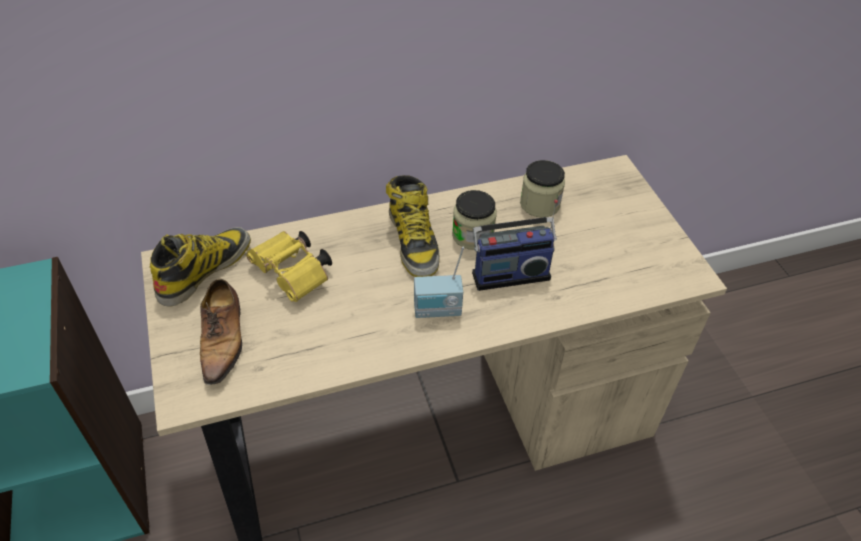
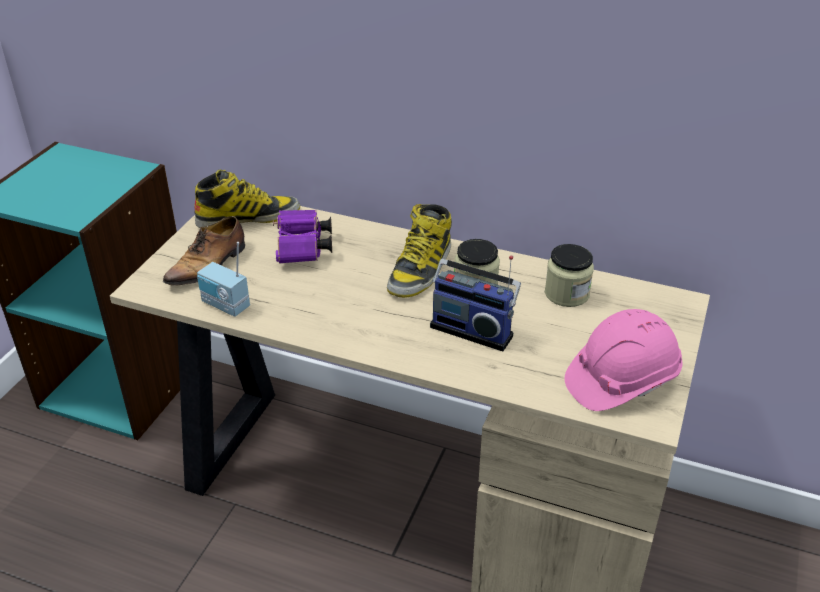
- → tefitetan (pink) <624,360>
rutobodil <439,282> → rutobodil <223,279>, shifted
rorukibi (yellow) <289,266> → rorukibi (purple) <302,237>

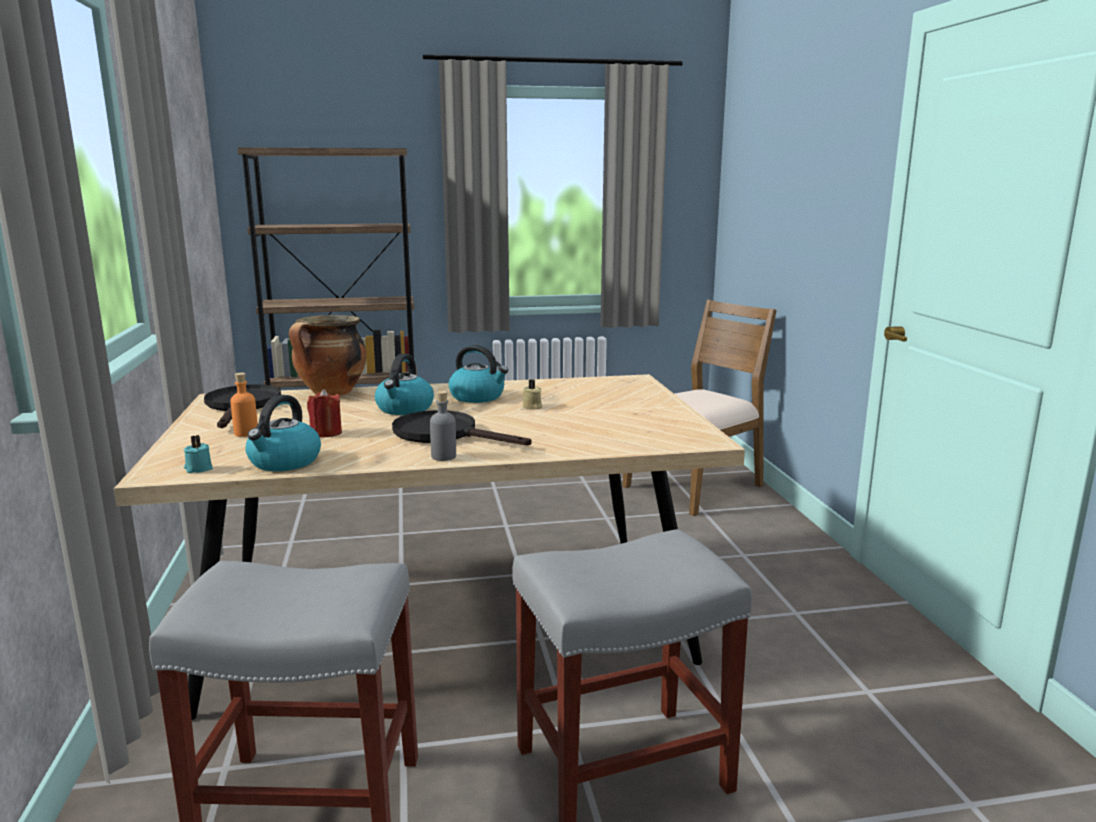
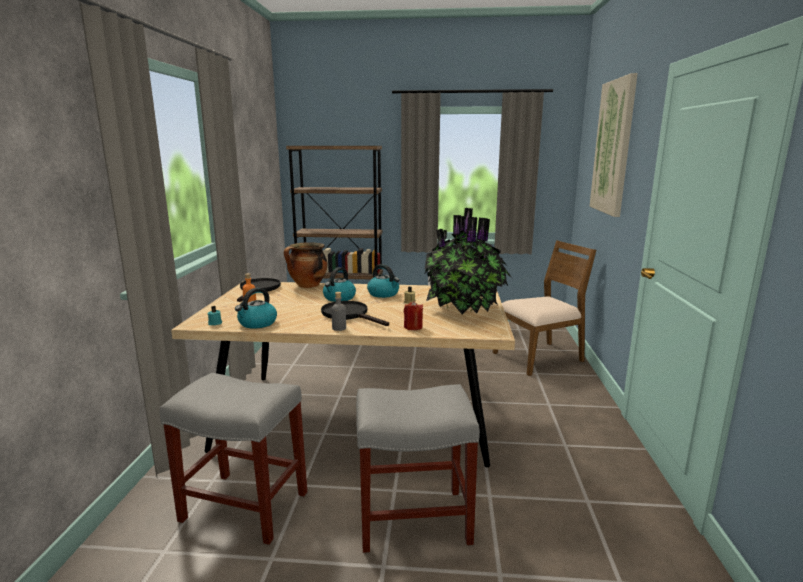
- → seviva <468,261>
- → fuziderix <613,145>
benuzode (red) <324,413> → benuzode (red) <413,315>, shifted

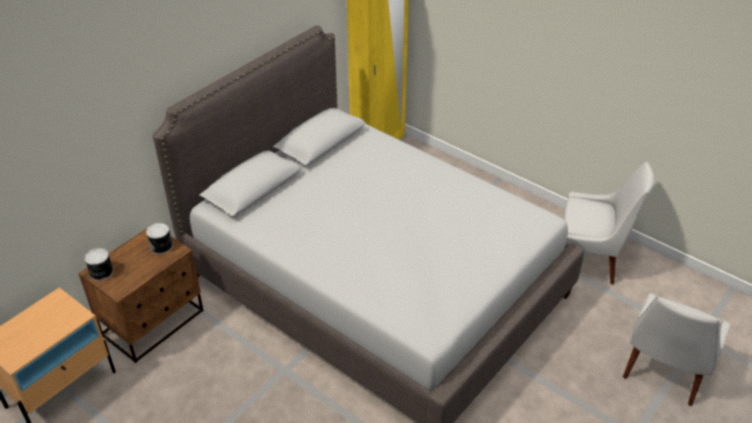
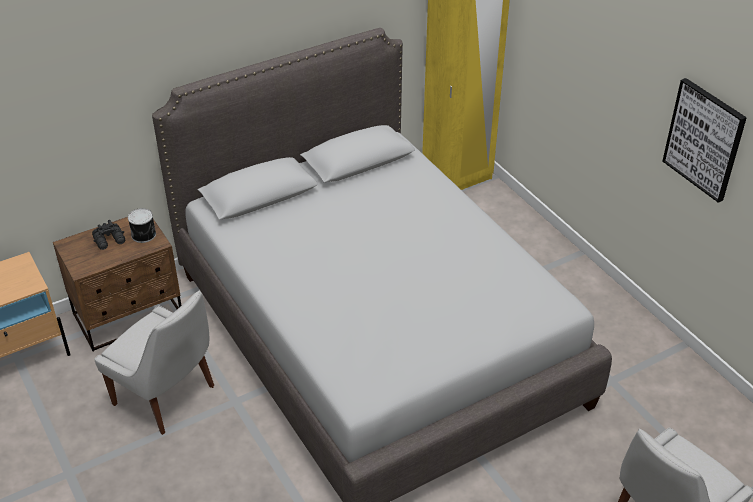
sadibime <98,264> → -
- → rorukibi (black) <108,235>
- → fuziderix <704,140>
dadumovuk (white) <609,223> → dadumovuk (white) <154,363>, shifted

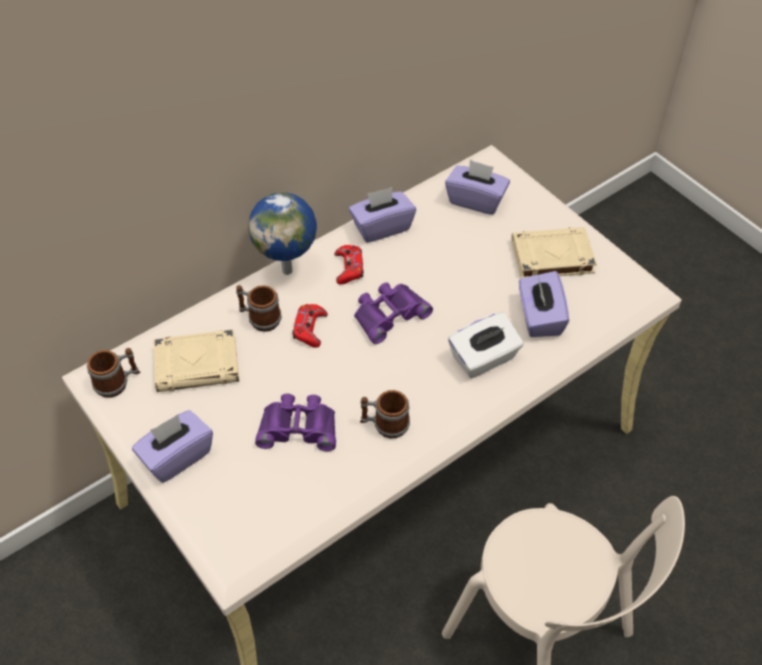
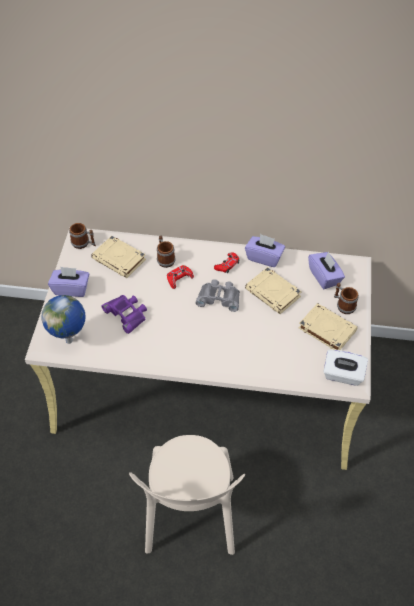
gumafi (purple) <544,304> → -
- → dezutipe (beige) <273,290>
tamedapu <282,233> → tamedapu <63,319>, shifted
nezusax <385,414> → nezusax <346,298>, shifted
gumafi (white) <485,345> → gumafi (white) <345,368>, shifted
rorukibi (purple) <393,313> → rorukibi (grey) <218,295>

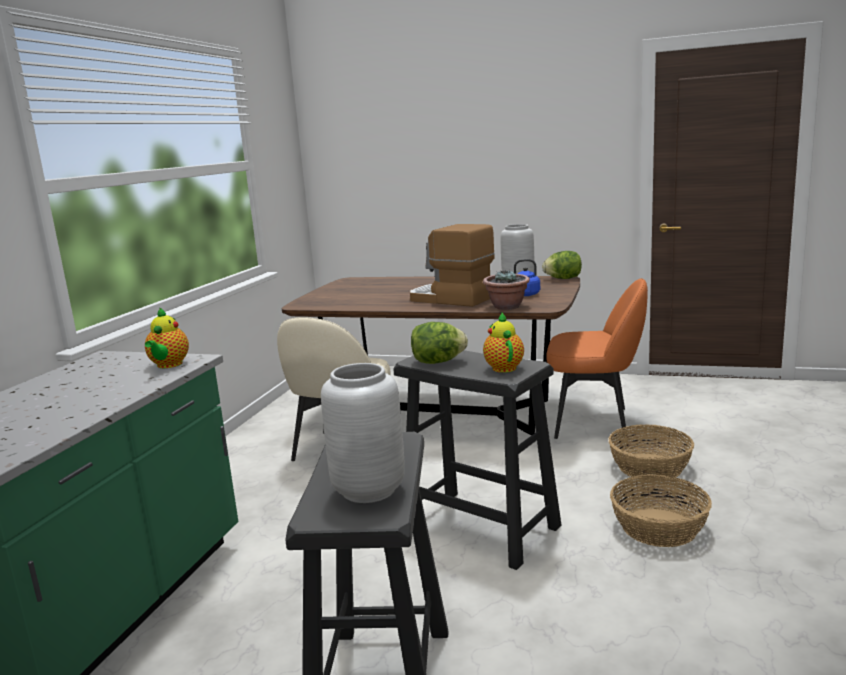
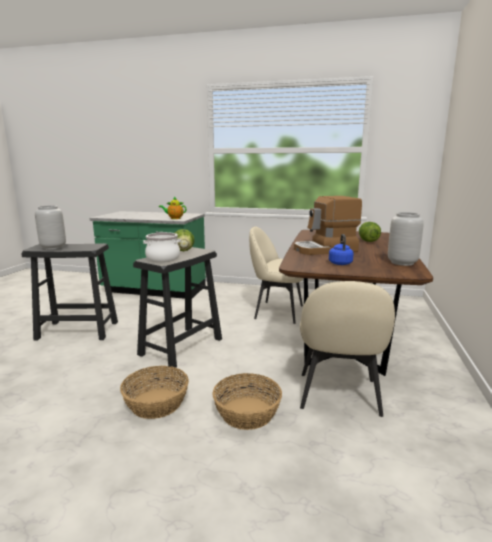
seviva <506,289> → -
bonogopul <562,265> → bonogopul <370,232>, shifted
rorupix <503,342> → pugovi <162,247>
dadumovuk (orange) <597,358> → dadumovuk (beige) <347,349>
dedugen <452,265> → dedugen <328,225>, 135 degrees counterclockwise

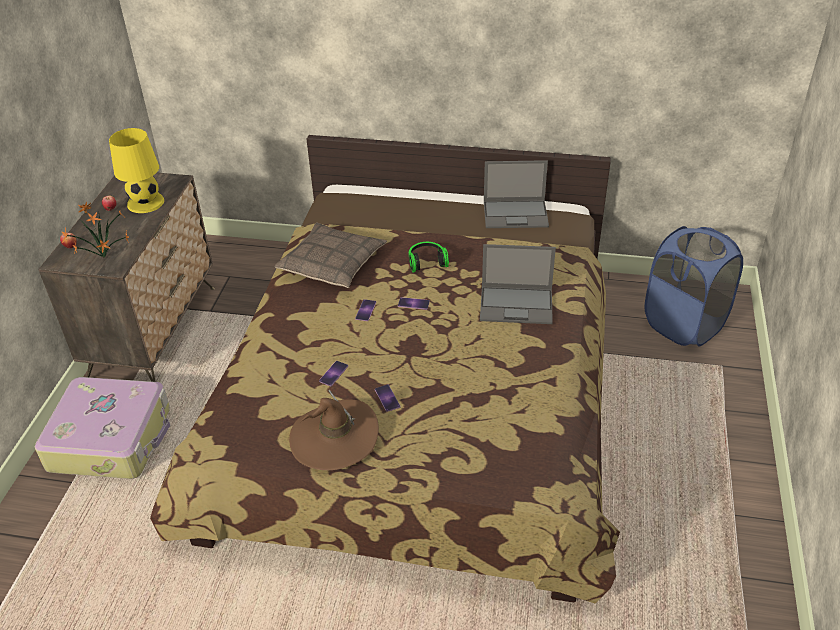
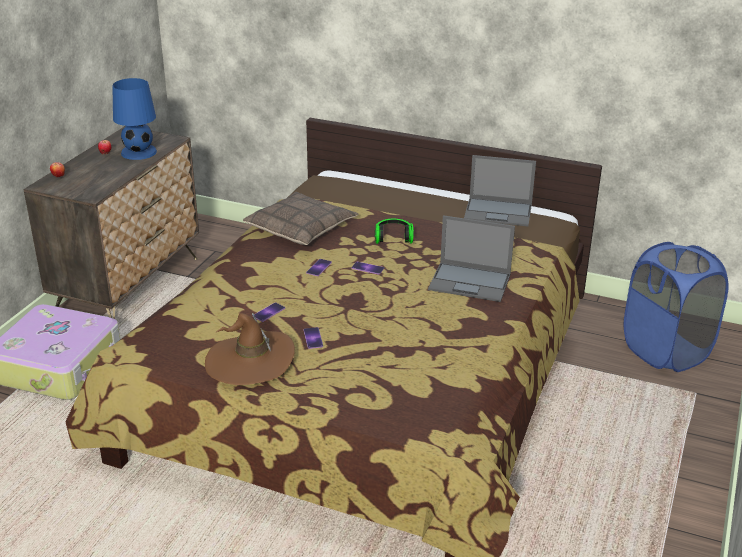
seviva <95,230> → -
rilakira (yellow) <136,170> → rilakira (blue) <134,119>

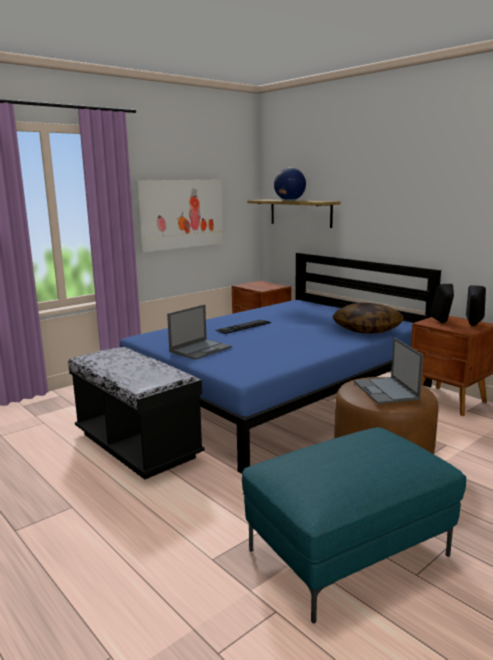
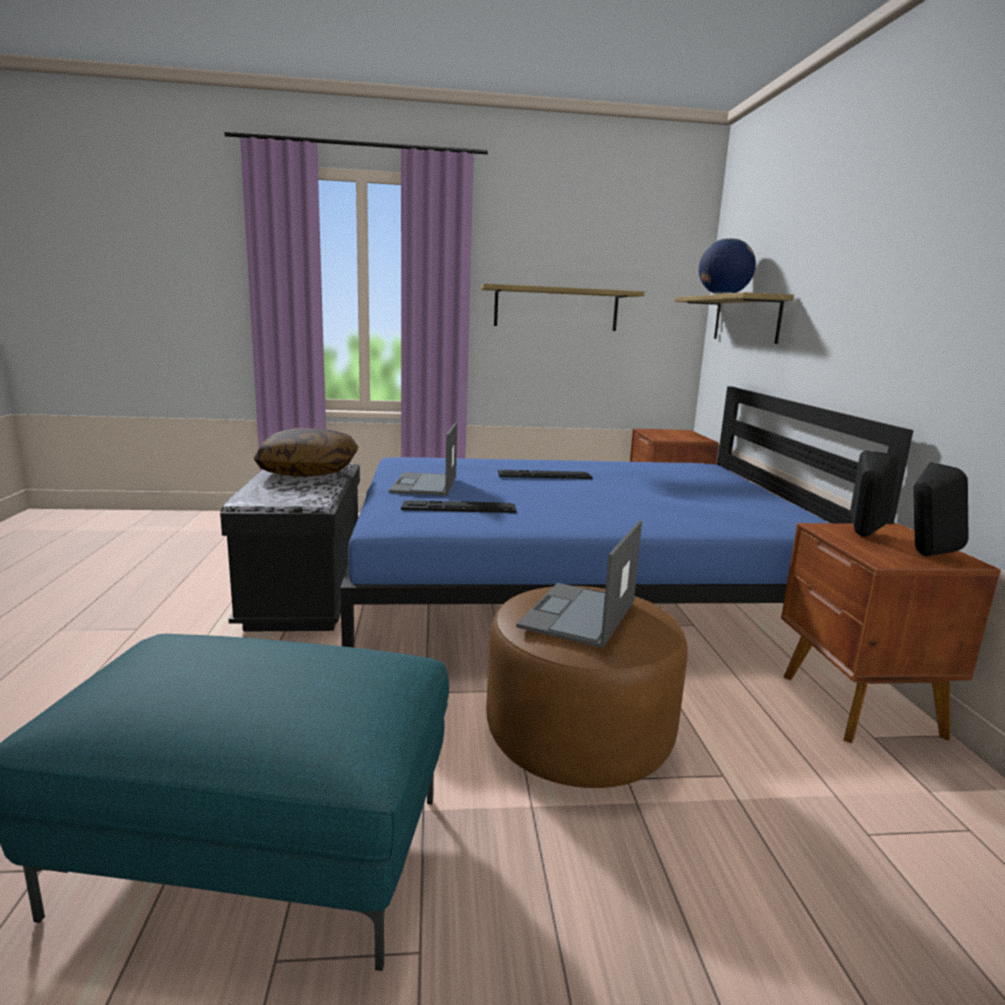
- → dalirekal <459,506>
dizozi <368,318> → dizozi <306,452>, shifted
fuziderix <179,215> → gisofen <563,307>
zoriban <199,332> → zoriban <423,459>, 105 degrees clockwise

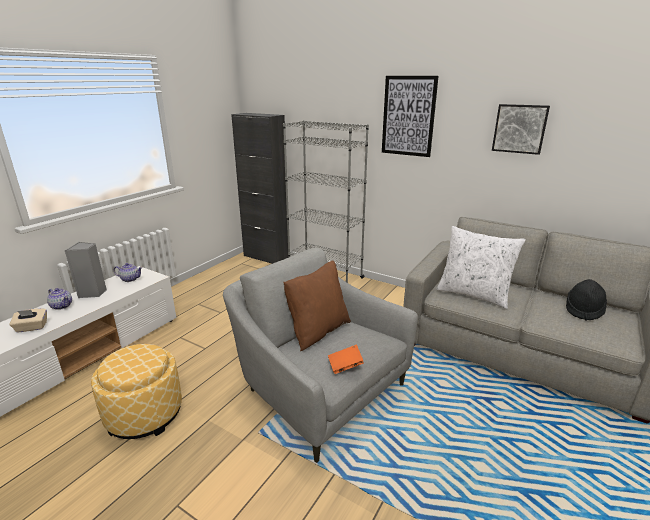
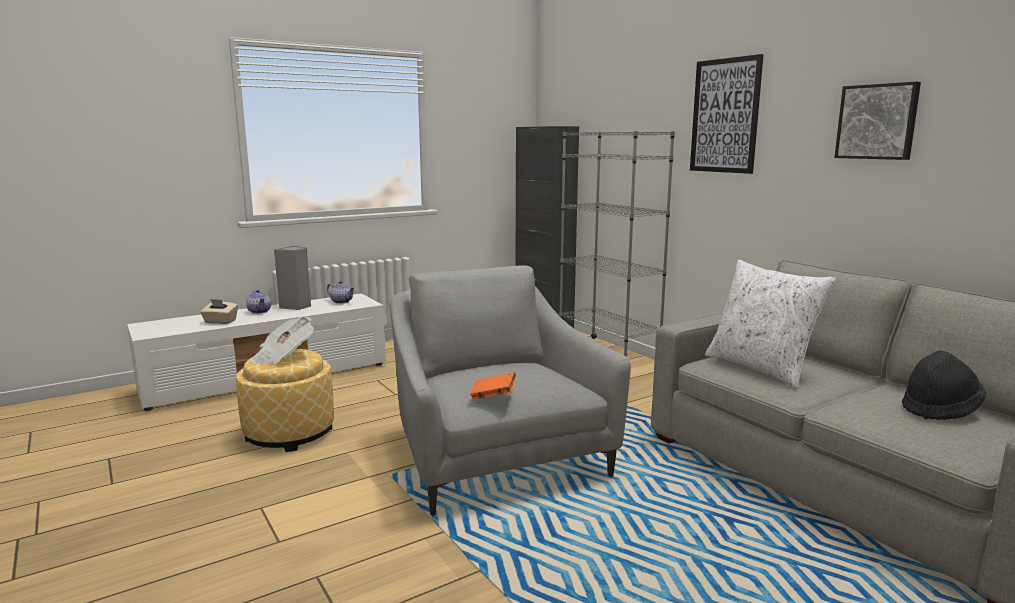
dizozi (brown) <317,305> → -
- → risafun <282,340>

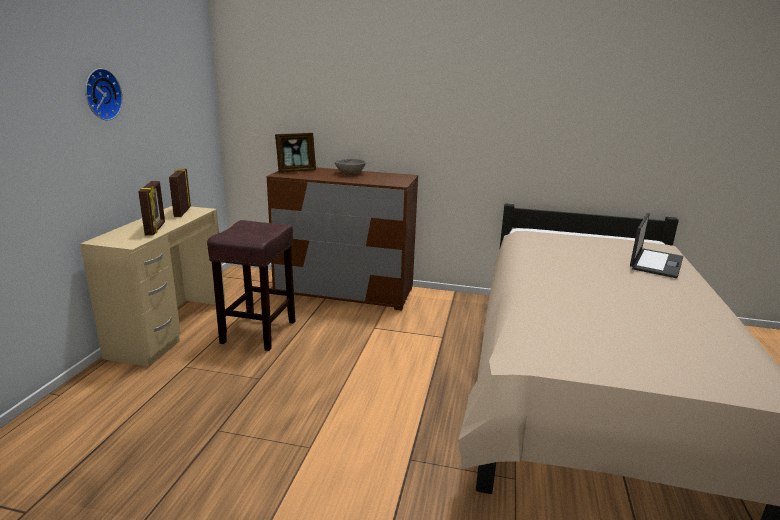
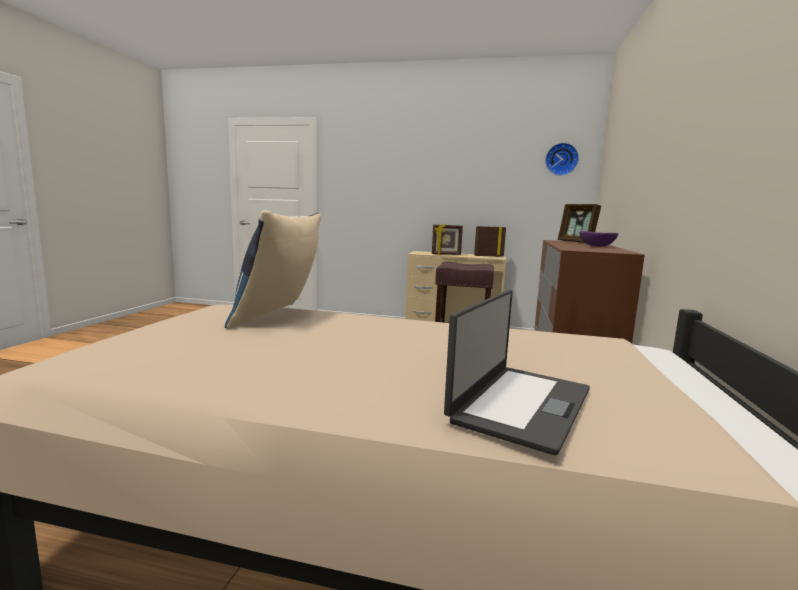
- → dizozi (blue) <273,269>
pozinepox <104,94> → pozinepox <562,159>, shifted
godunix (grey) <350,166> → godunix (purple) <599,239>
zoriban <656,245> → zoriban <517,372>, 90 degrees counterclockwise

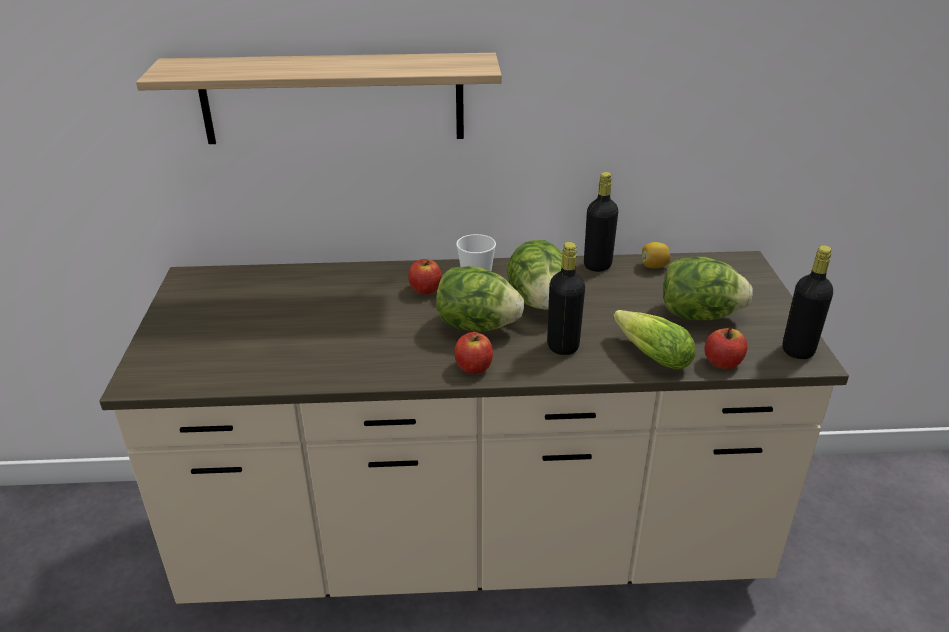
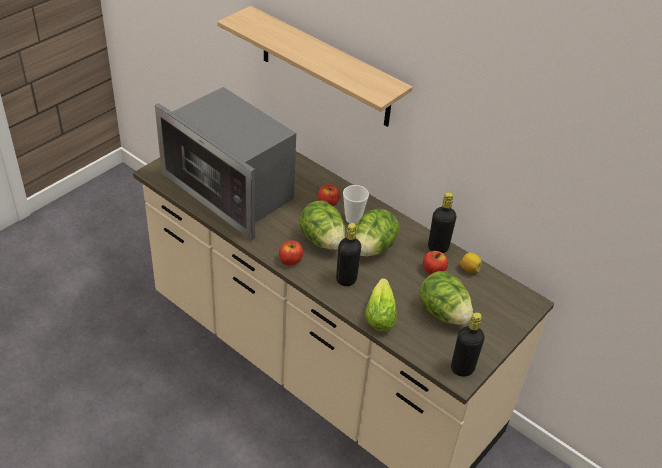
- → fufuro <225,164>
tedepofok <725,348> → tedepofok <435,263>, shifted

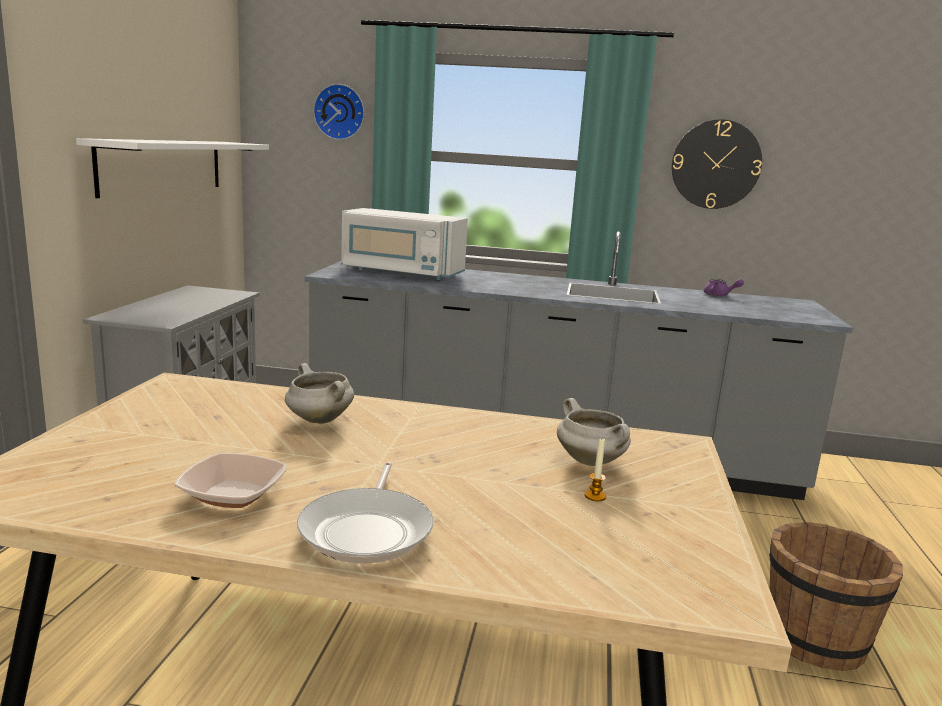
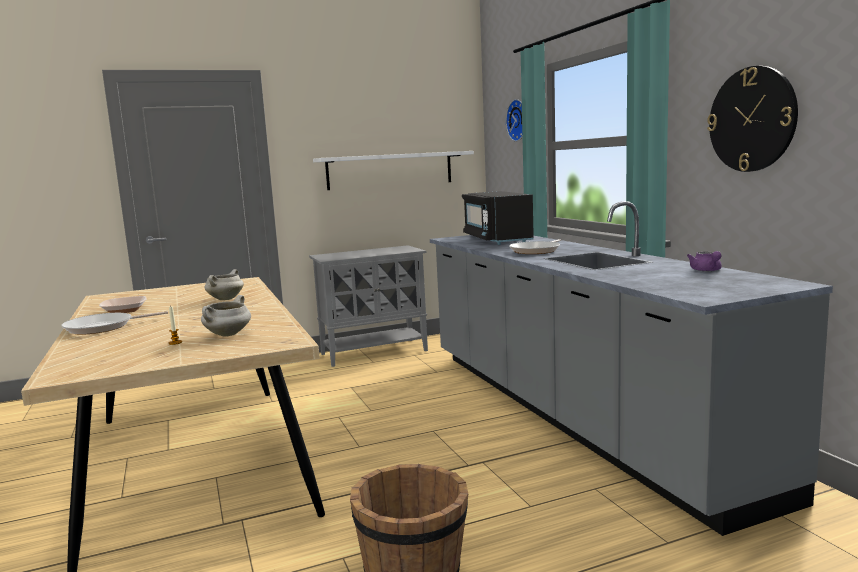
- → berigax <535,246>
fufuro (white) <404,244> → fufuro (black) <498,218>

